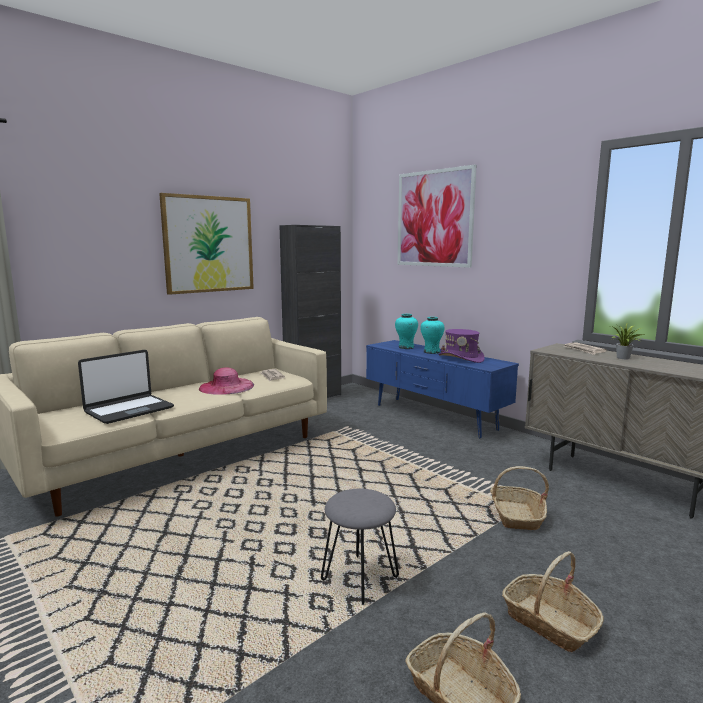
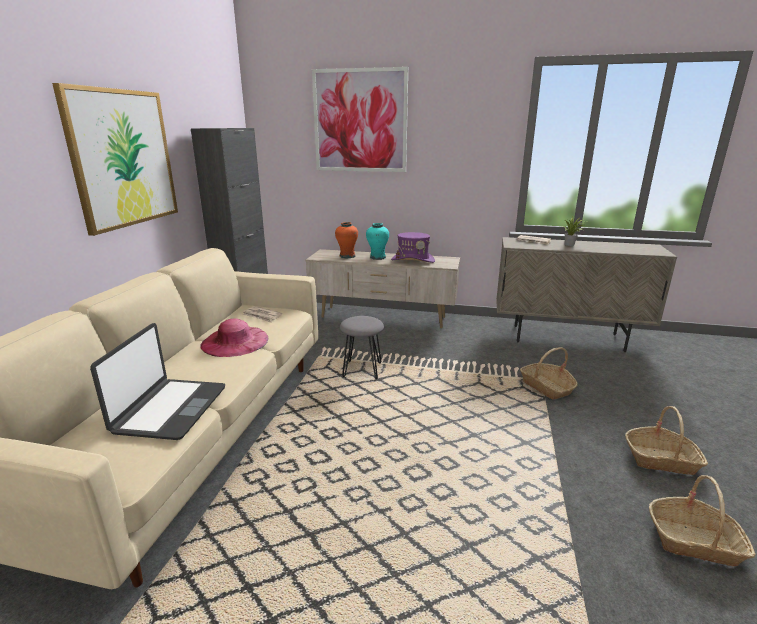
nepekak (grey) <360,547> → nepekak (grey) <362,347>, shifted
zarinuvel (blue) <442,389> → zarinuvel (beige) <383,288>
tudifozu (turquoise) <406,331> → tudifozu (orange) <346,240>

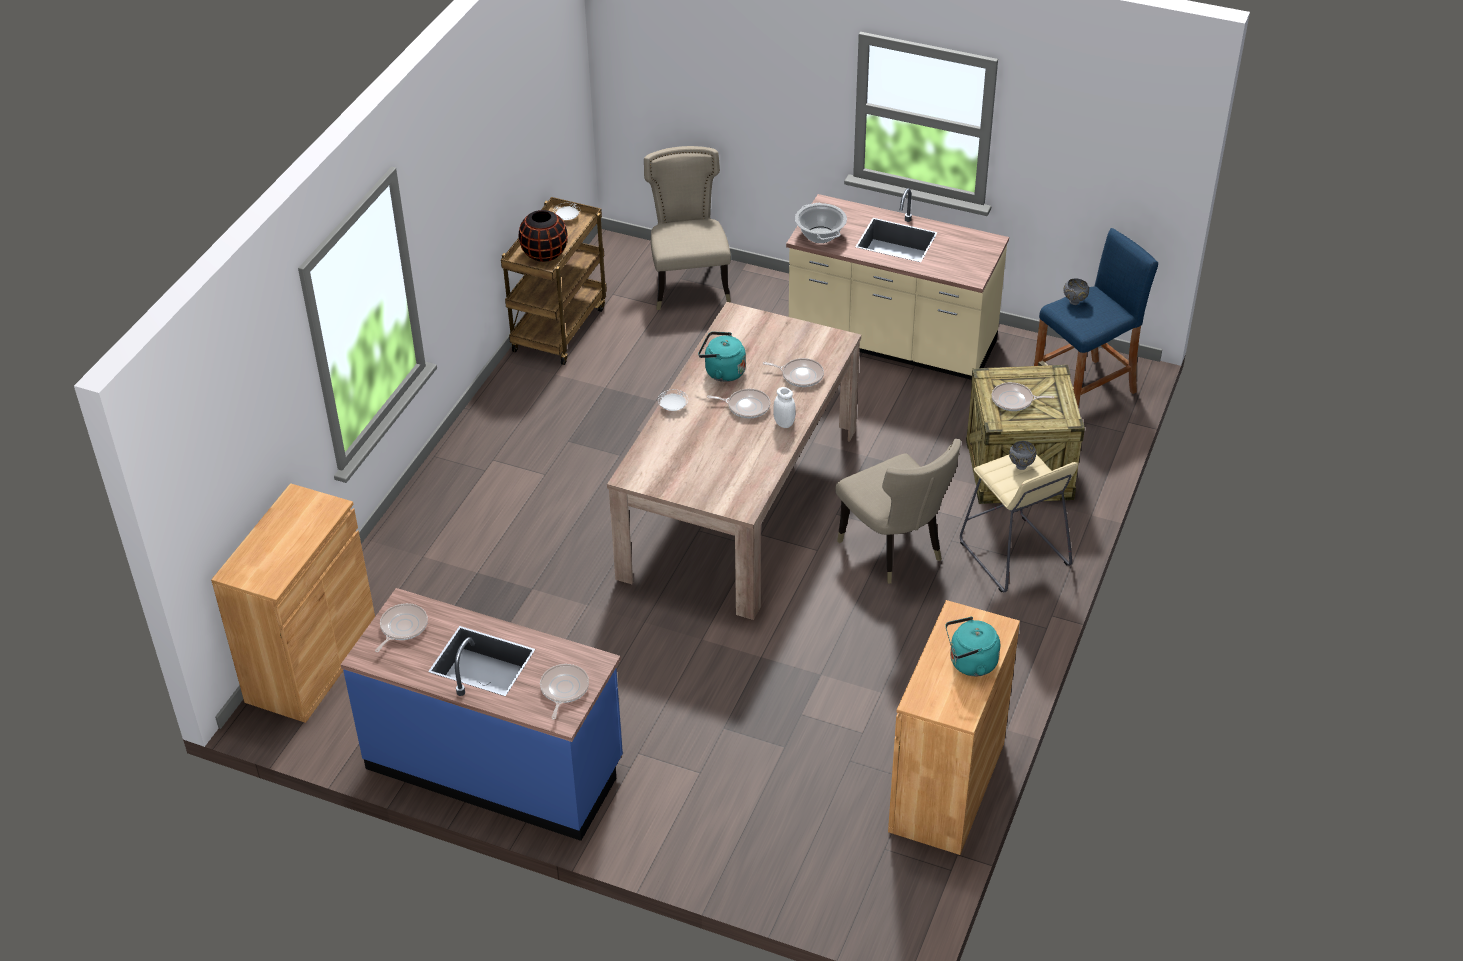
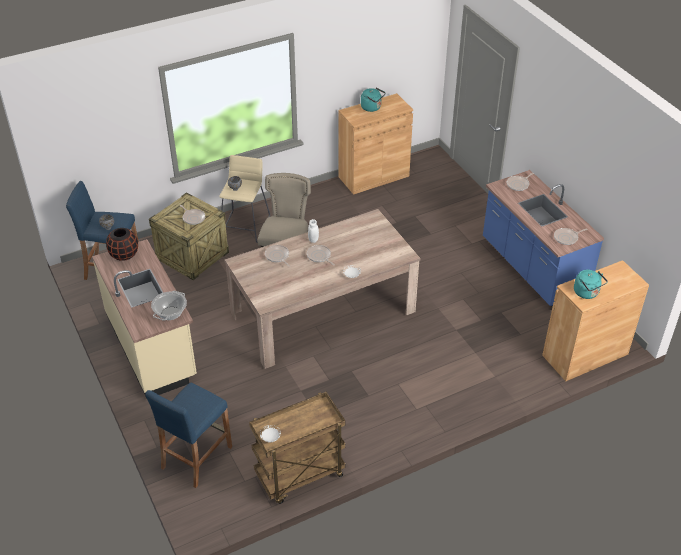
tudifozu (black) <543,236> → tudifozu (black) <122,244>, shifted
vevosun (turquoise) <722,357> → vevosun (turquoise) <591,284>, shifted
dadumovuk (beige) <687,228> → nepekak (blue) <188,435>

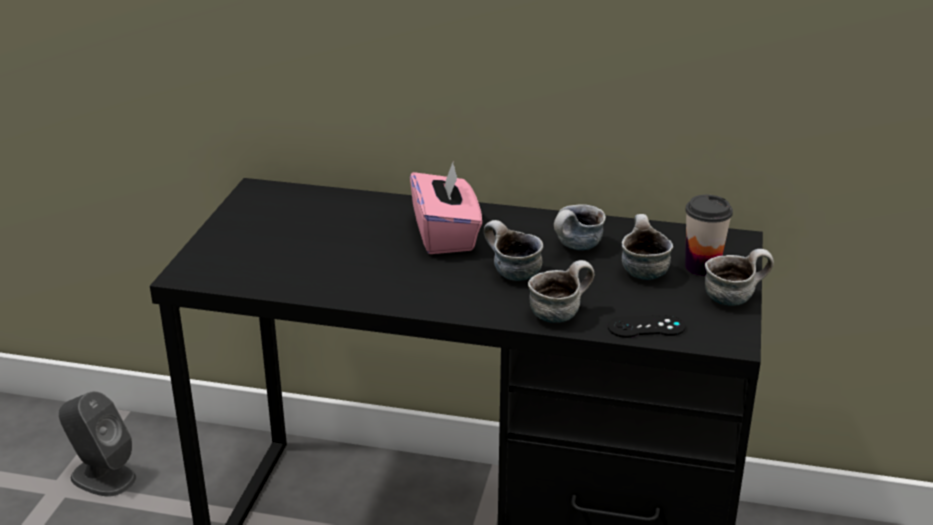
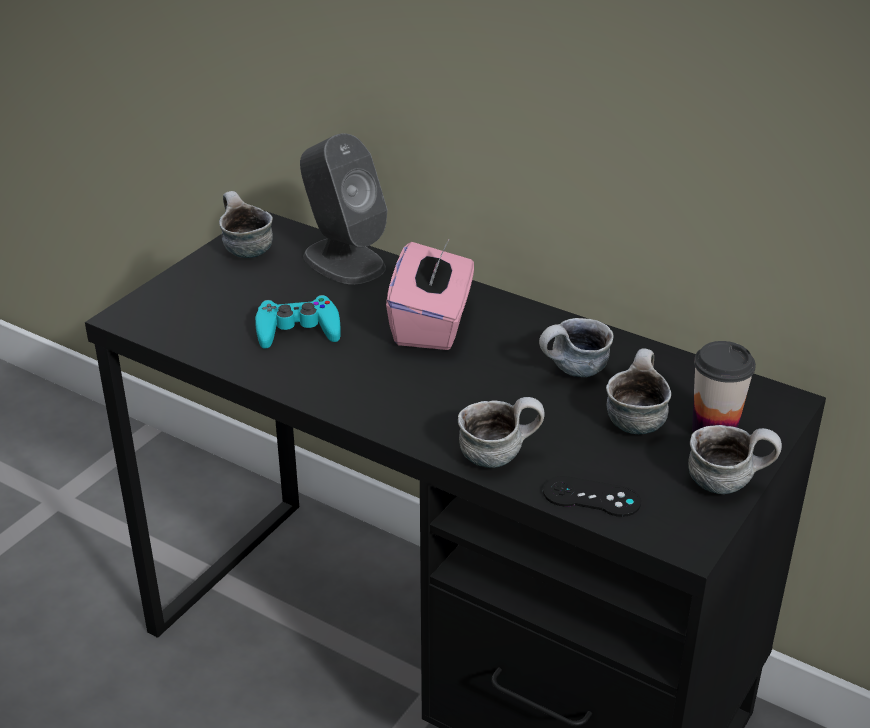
- → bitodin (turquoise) <298,322>
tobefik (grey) <97,443> → tobefik (grey) <343,208>, shifted
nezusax <513,250> → nezusax <246,224>, shifted

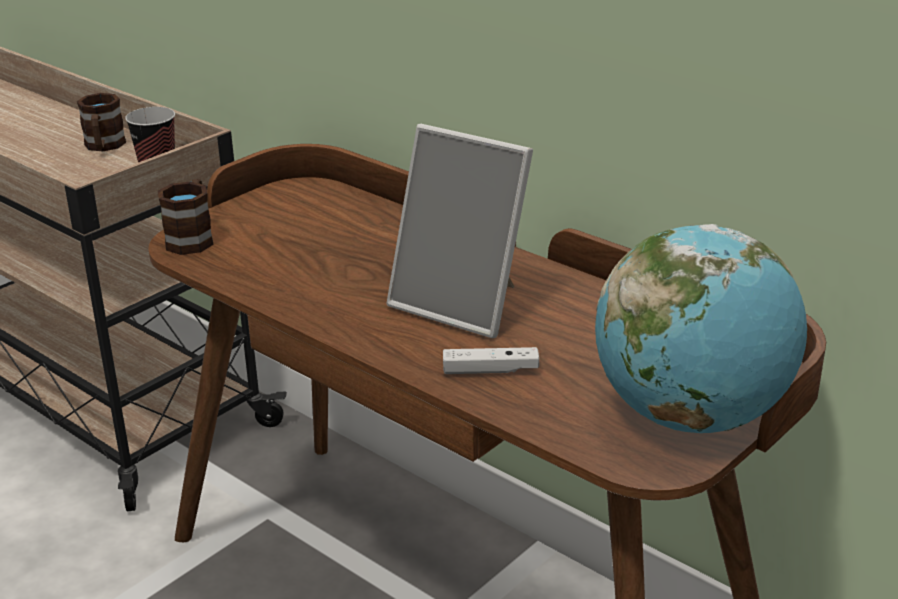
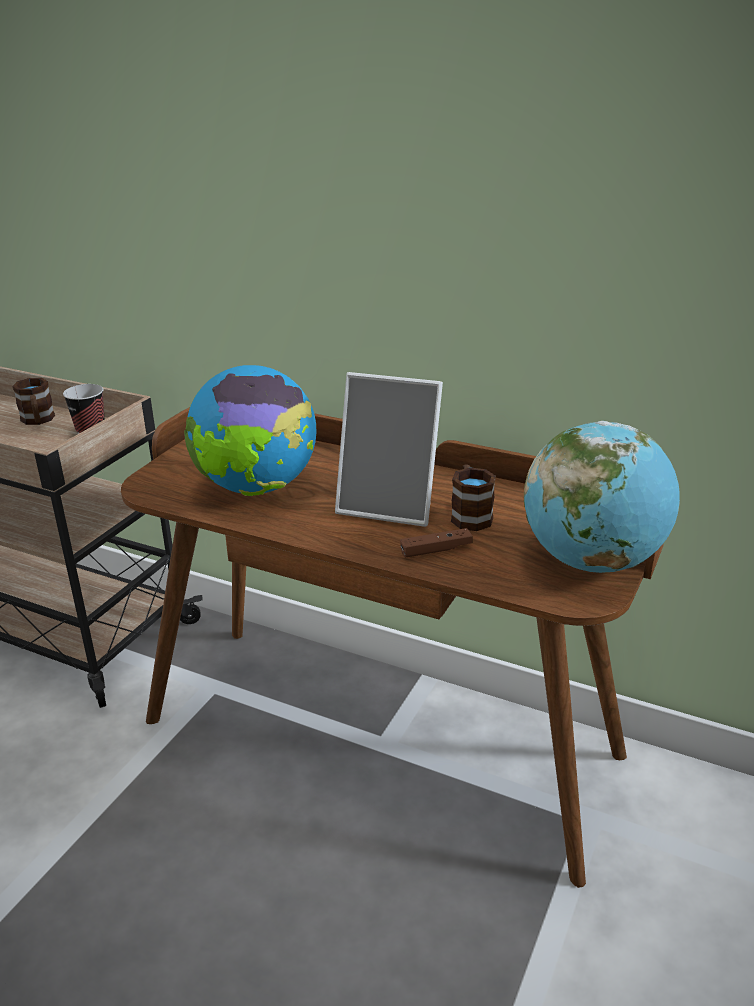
- → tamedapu <250,430>
nezusax (brown) <186,217> → nezusax (brown) <473,497>, shifted
bitodin (white) <491,360> → bitodin (brown) <436,542>

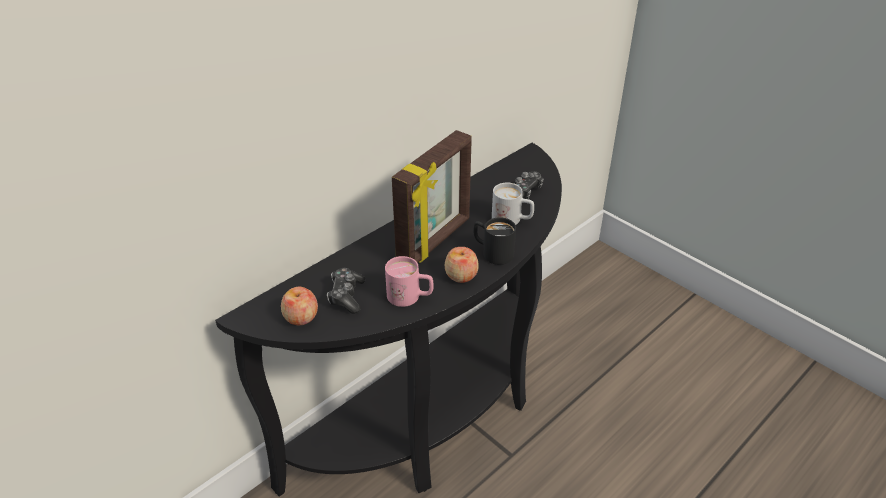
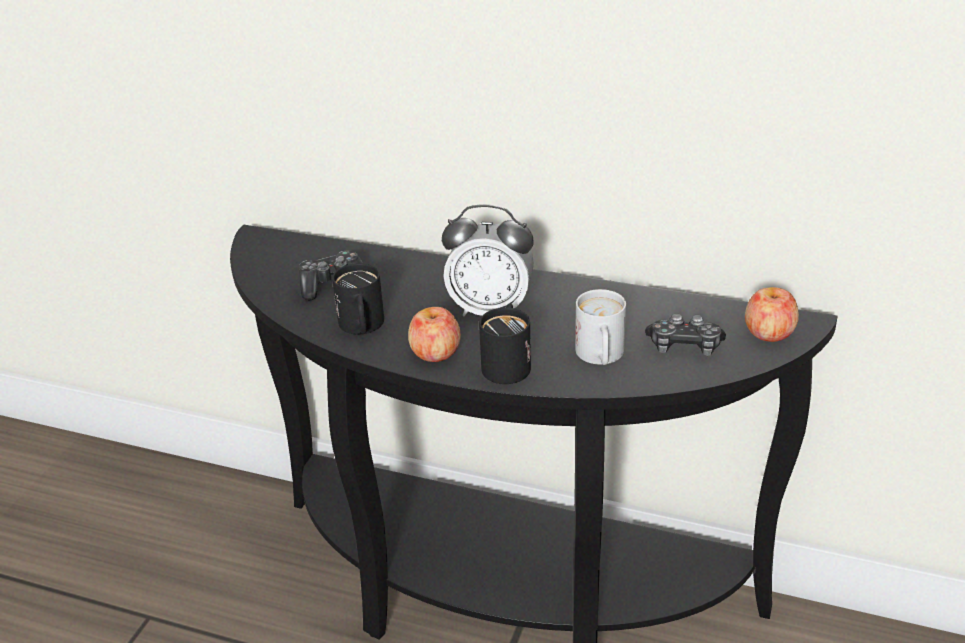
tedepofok <299,306> → tedepofok <772,314>, shifted
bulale <432,196> → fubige <488,260>
nezusax (pink) <409,281> → nezusax (black) <358,298>

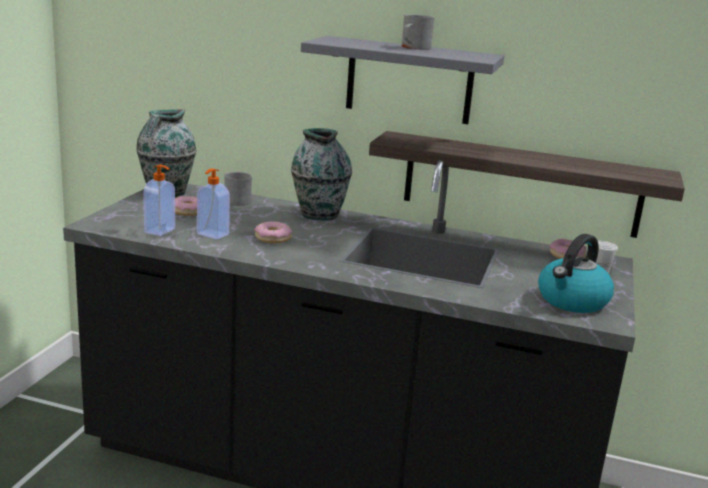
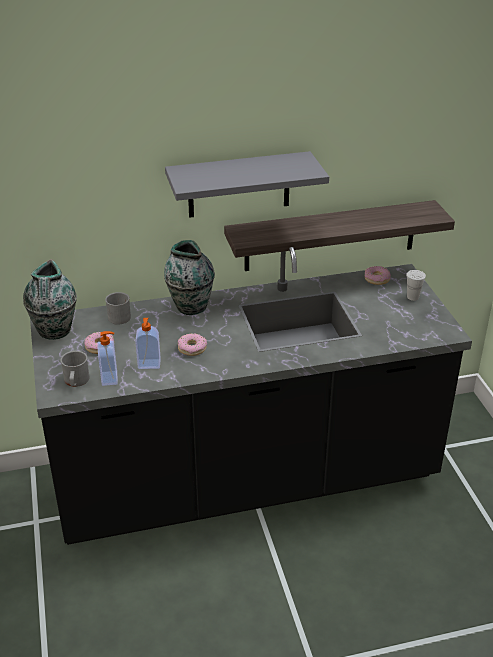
vevosun <576,273> → -
nezusax (grey) <418,32> → nezusax (grey) <75,369>, shifted

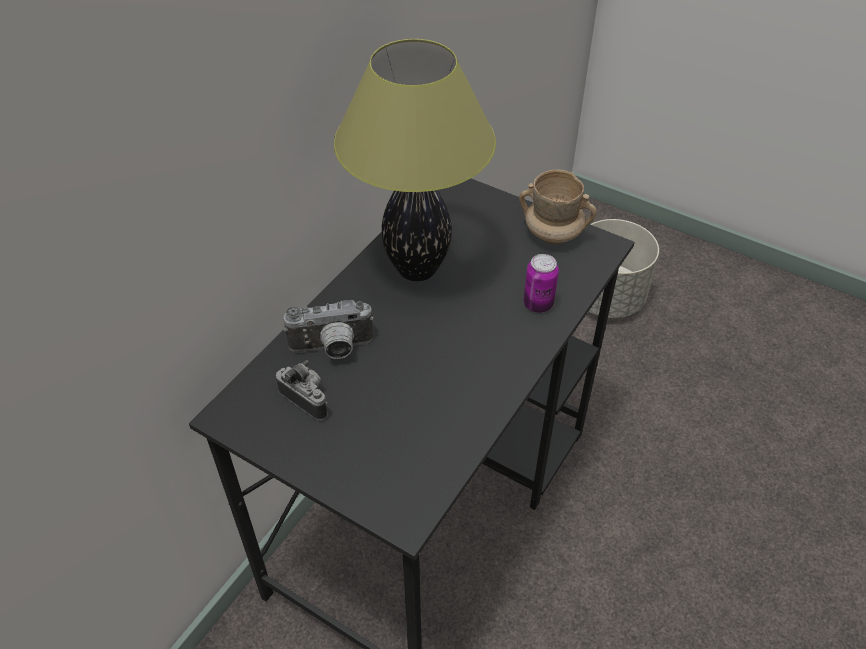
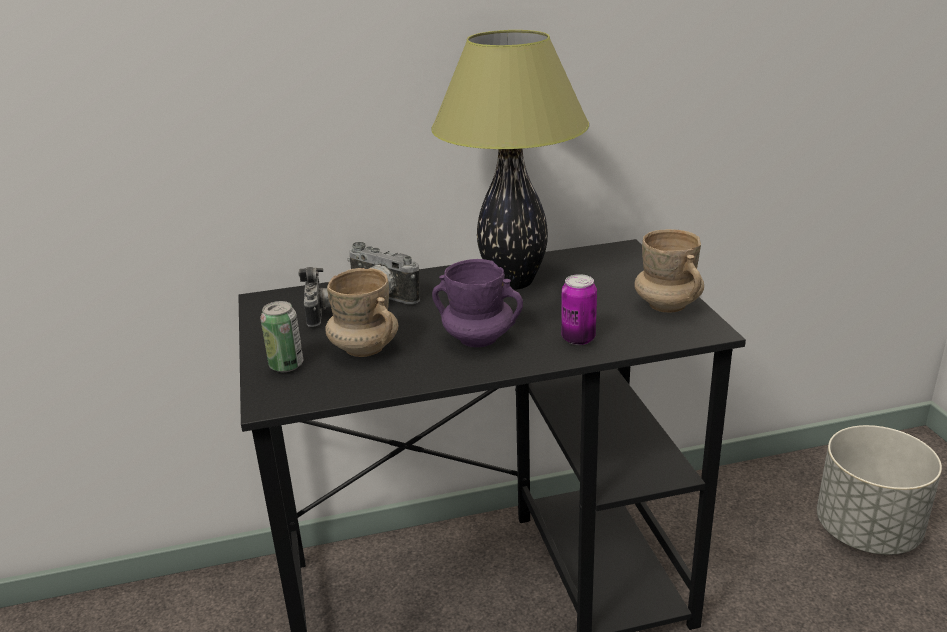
- → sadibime <281,336>
- → nezusax (beige) <362,312>
- → nezusax (purple) <477,303>

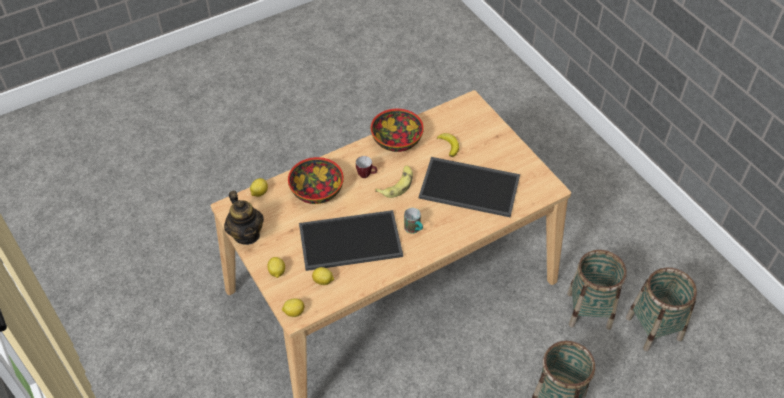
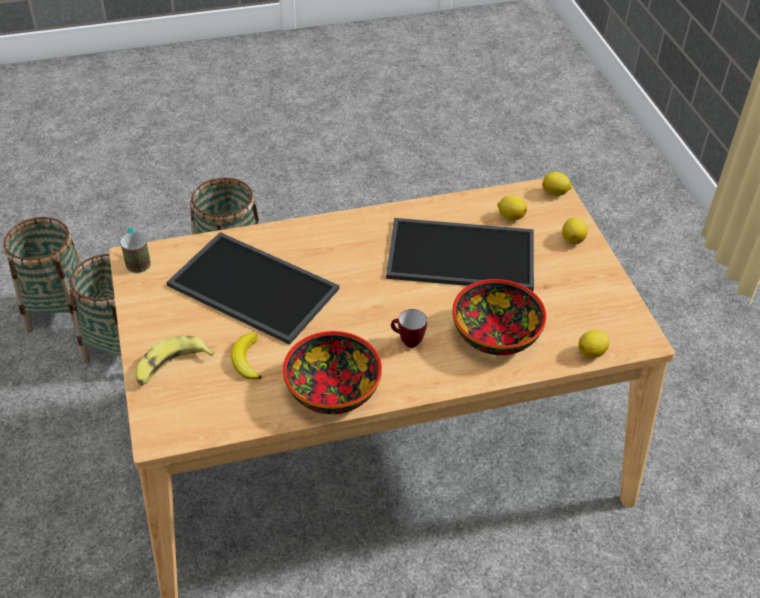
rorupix <244,218> → -
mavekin <394,182> → mavekin <175,360>, shifted
nezusax <413,221> → nezusax <136,250>, shifted

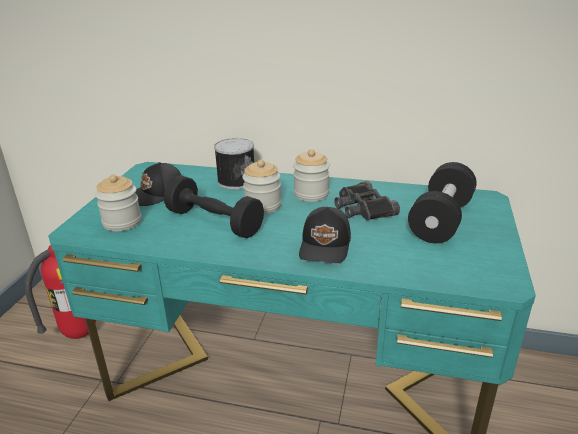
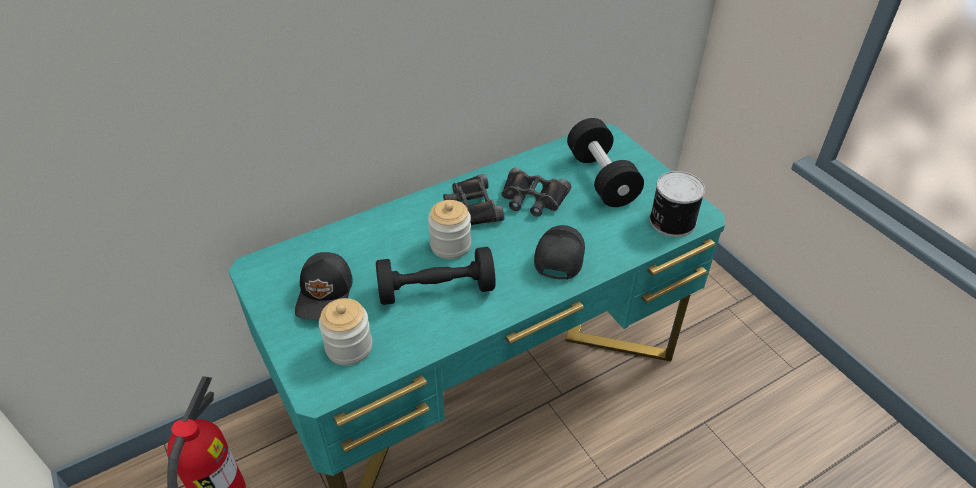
sadibime <234,163> → sadibime <677,204>, shifted
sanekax <311,175> → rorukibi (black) <474,199>
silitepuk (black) <325,235> → silitepuk (black) <559,252>, 135 degrees counterclockwise

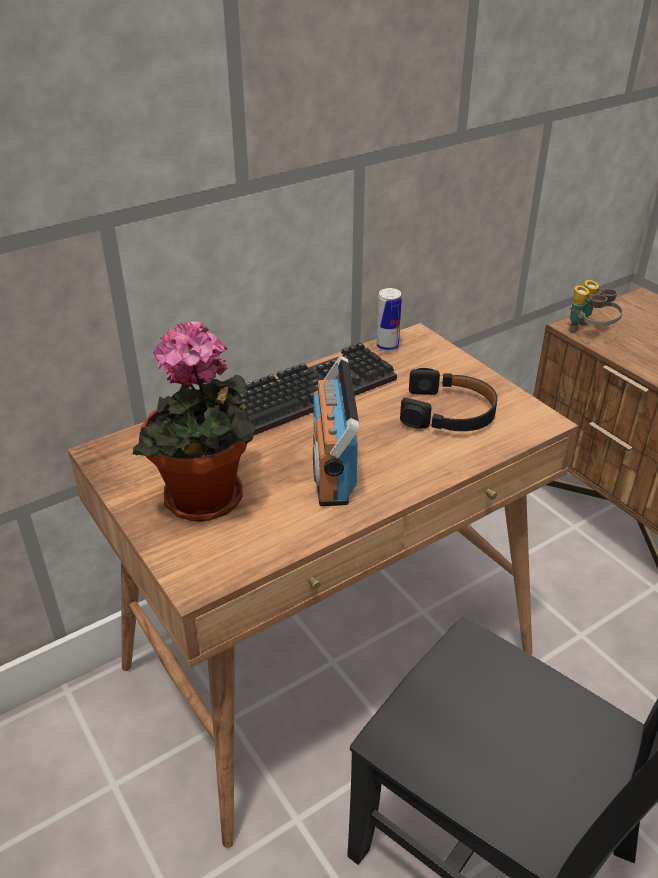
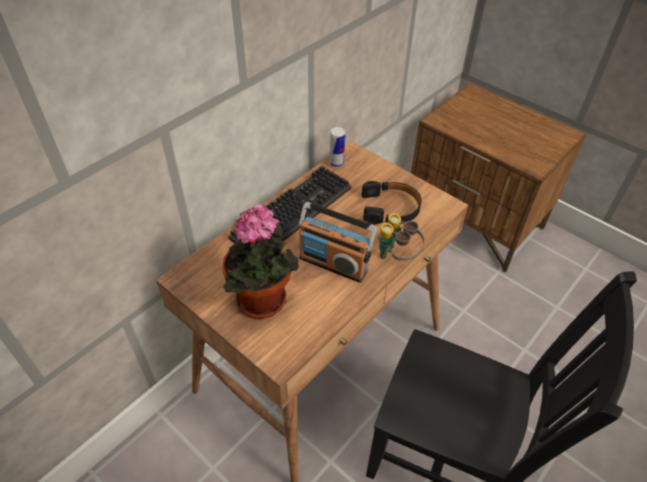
rorukibi <596,306> → rorukibi <401,237>, shifted
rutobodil <336,431> → rutobodil <338,242>, 45 degrees counterclockwise

